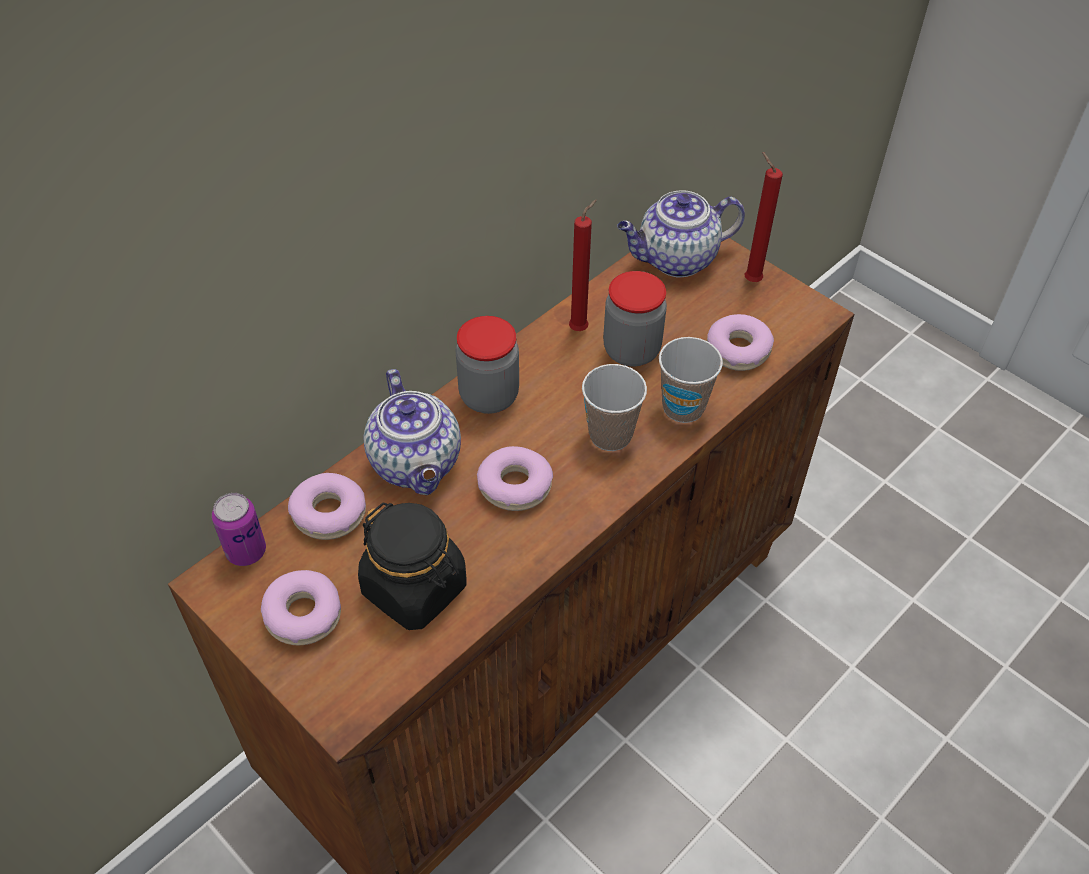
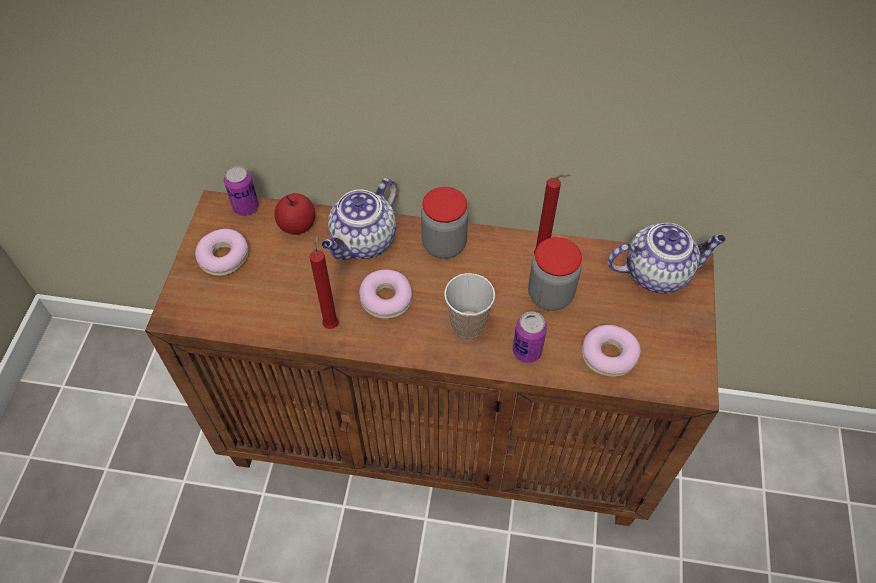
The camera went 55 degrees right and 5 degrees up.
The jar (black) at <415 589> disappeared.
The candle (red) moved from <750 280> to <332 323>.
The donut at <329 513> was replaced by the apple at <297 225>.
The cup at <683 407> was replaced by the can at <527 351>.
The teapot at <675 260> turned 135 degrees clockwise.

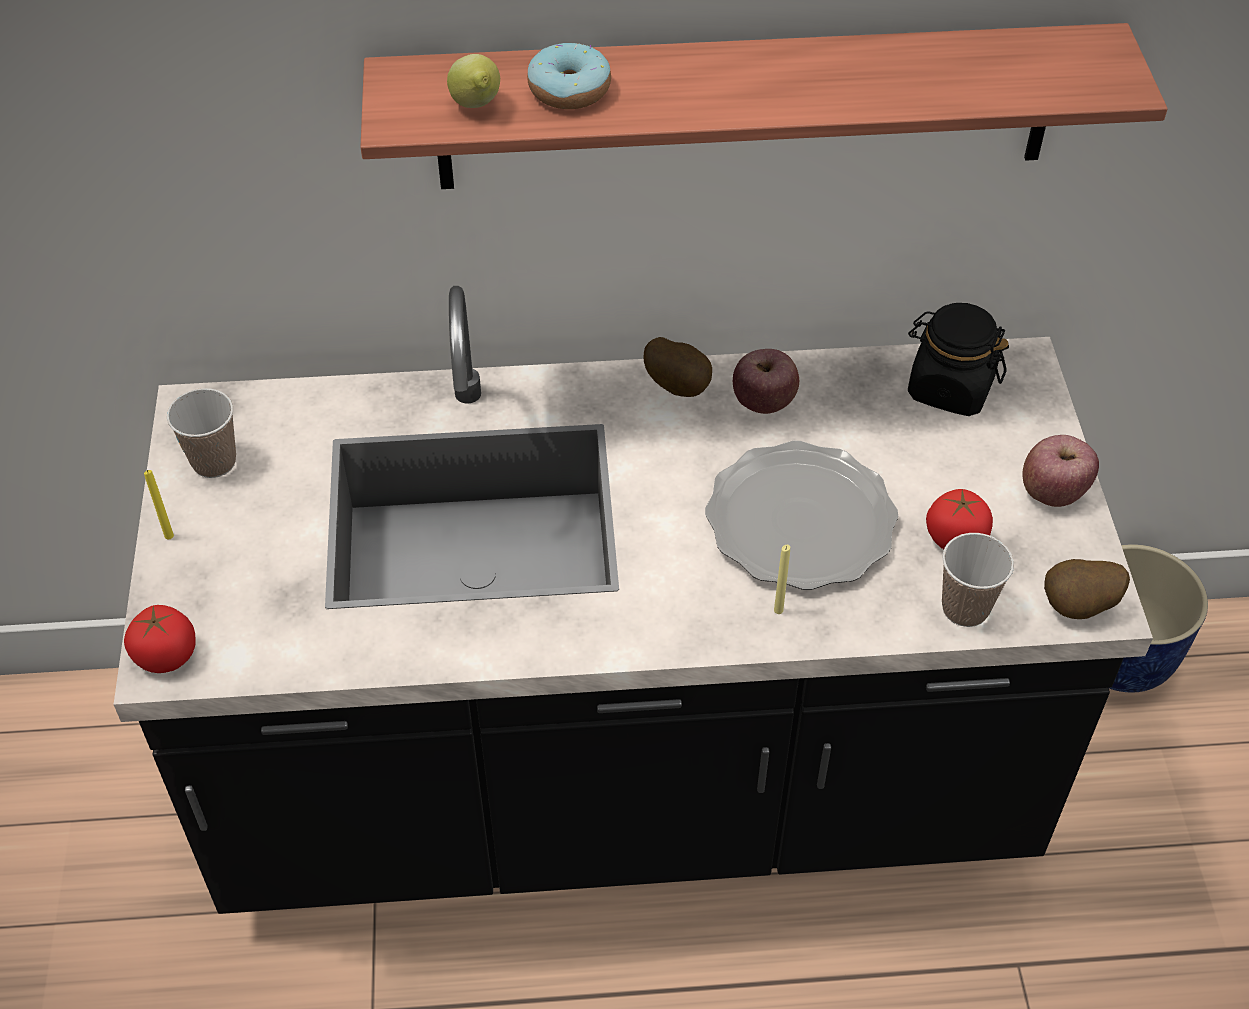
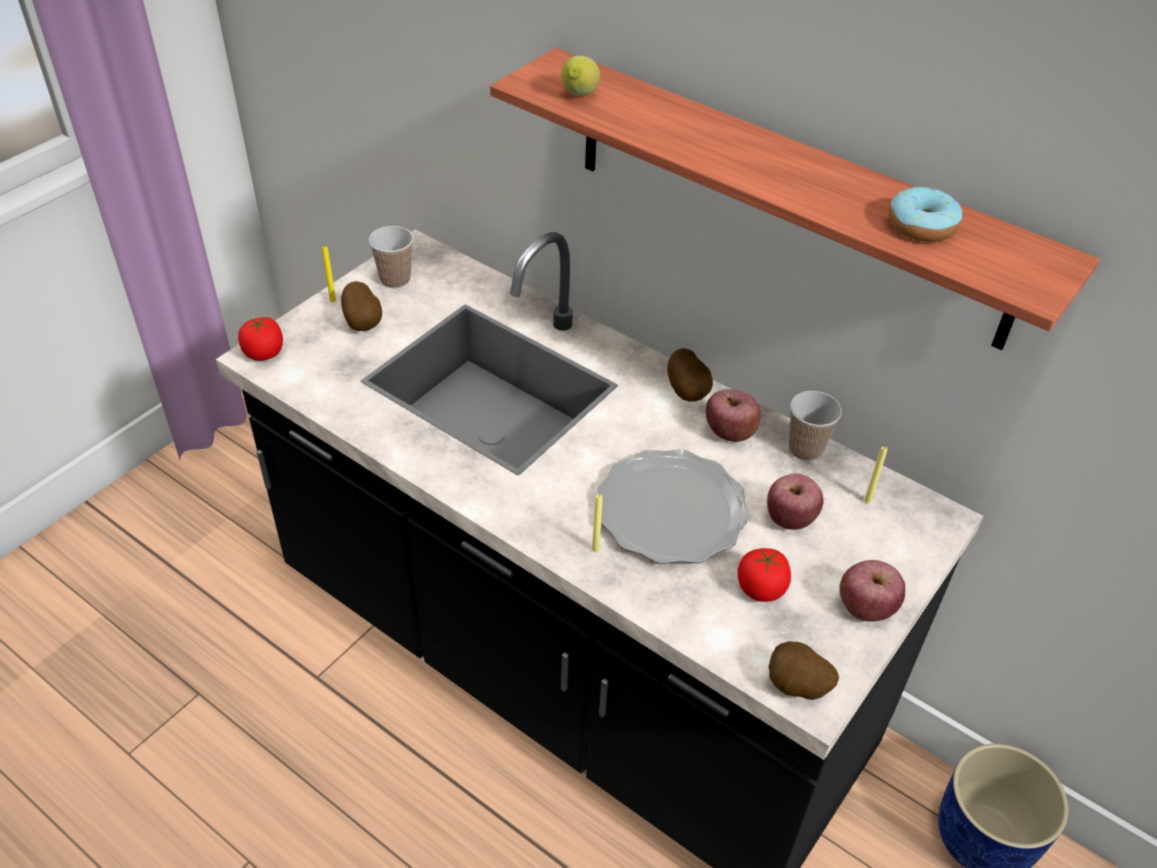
The camera went 40 degrees right and 5 degrees down.
The potato at <364 323> appeared.
The apple at <790 519> appeared.
The donut moved from <569 90> to <921 226>.
The cup moved from <965 608> to <805 449>.
The jar (black) at <949 388> was replaced by the candle (yellow) at <867 501>.

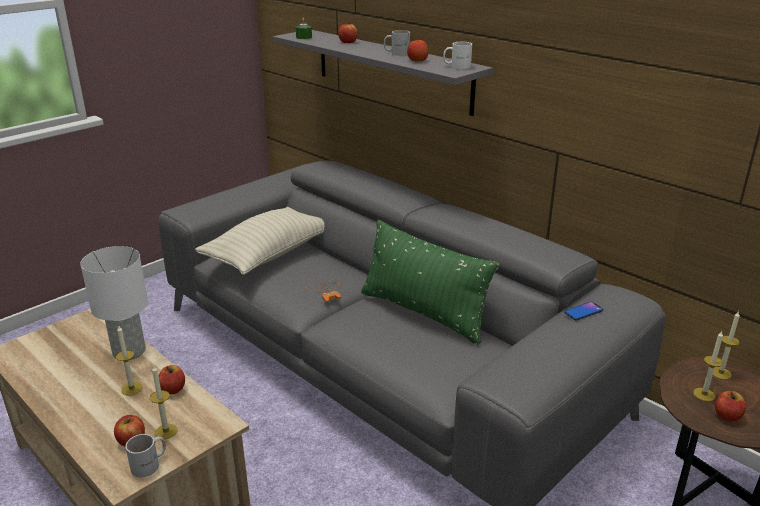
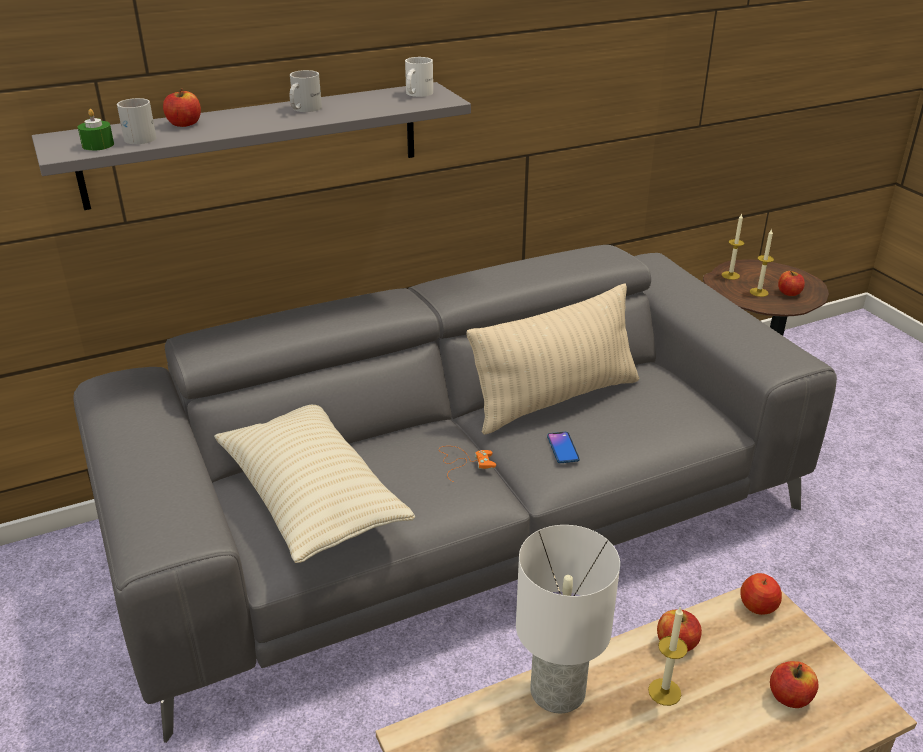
The camera went 70 degrees left and 5 degrees up.
The candle at <166 431> disappeared.
The mug (white) moved from <150 464> to <140 136>.
The apple moved from <417 60> to <758 606>.
The phone moved from <583 311> to <562 448>.
The pillow (green) at <423 313> became the pillow (beige) at <555 399>.

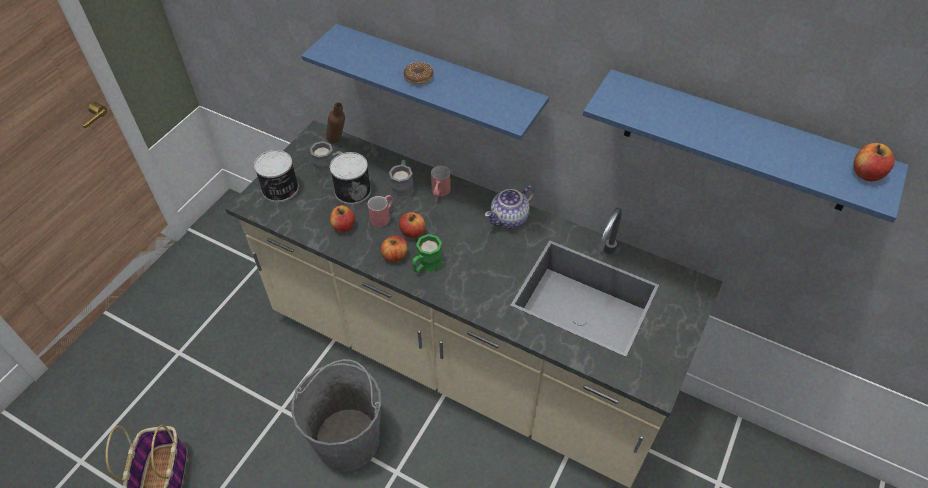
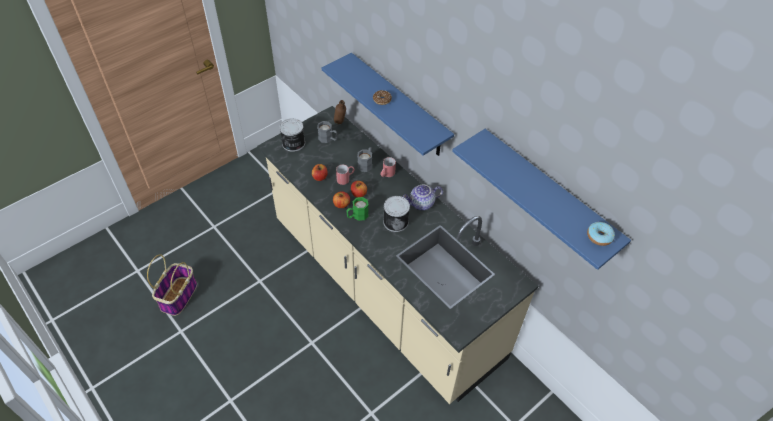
The camera went 20 degrees right and 0 degrees up.
The bucket (grey) at <348 439> disappeared.
The can moved from <352 190> to <396 221>.
The apple at <866 173> was replaced by the donut at <599 237>.

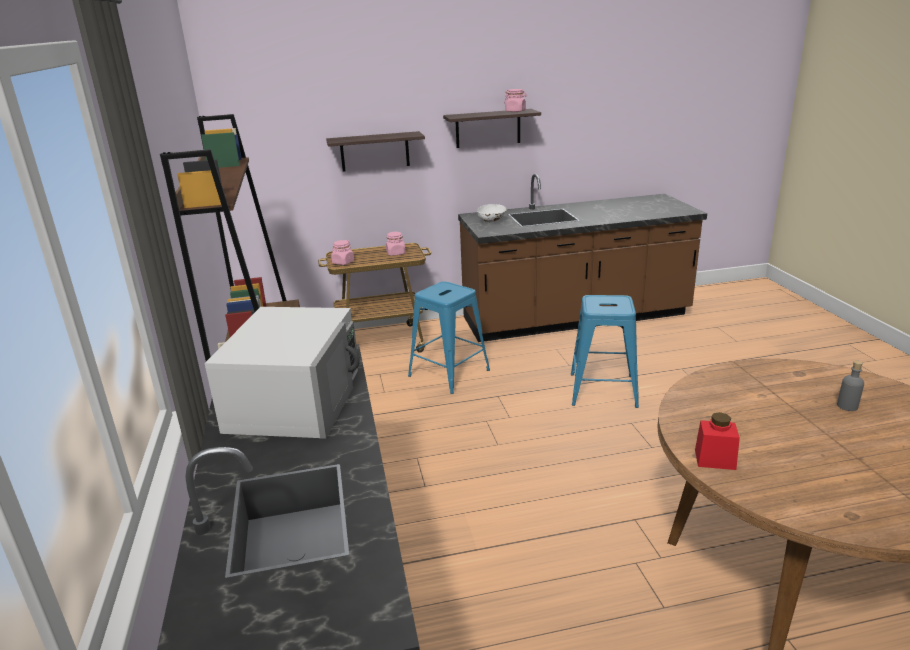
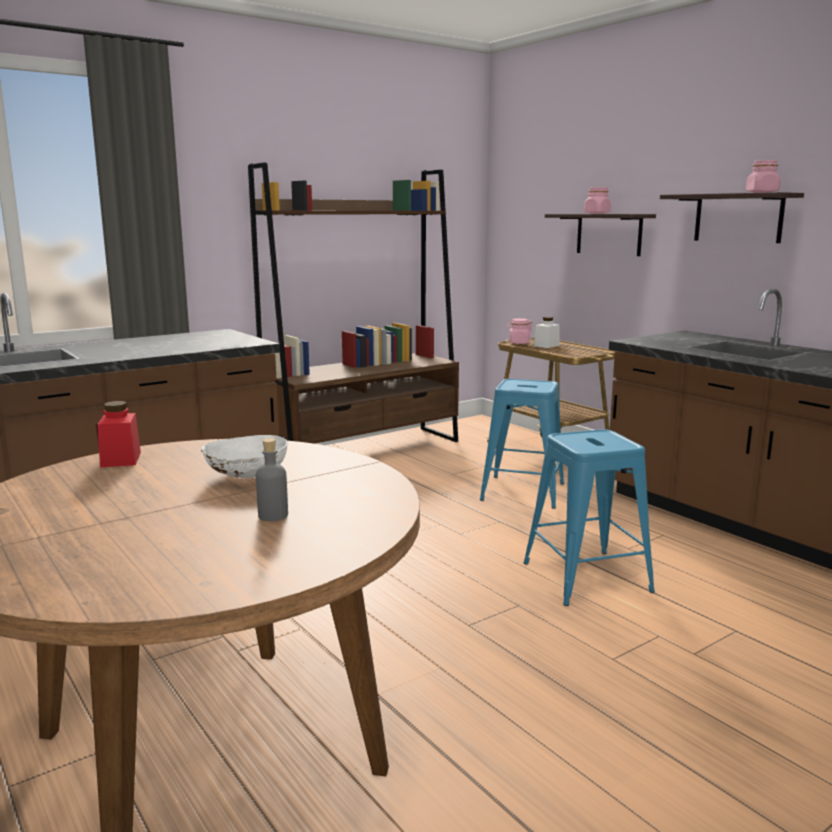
The camera went 65 degrees right and 10 degrees down.
The microwave (white) at <296 399> disappeared.
The jar (white) at <546 345> appeared.
The jar (pink) moved from <396 253> to <596 213>.
The bowl (white) moved from <491 221> to <246 476>.

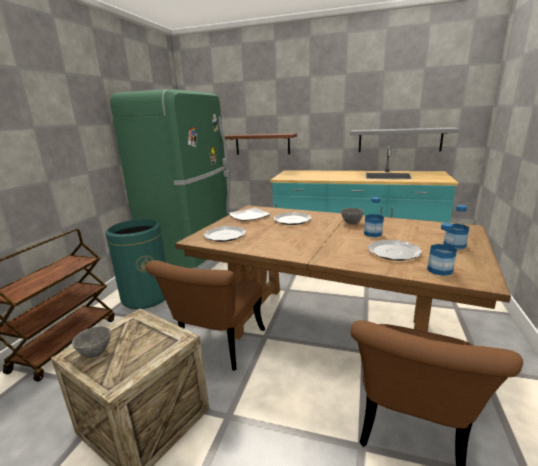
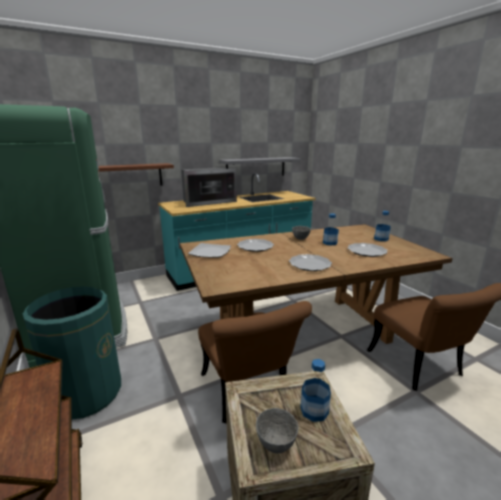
The camera went 45 degrees left and 0 degrees up.
The microwave at <207 202> appeared.
The plate moved from <225 235> to <309 264>.
The bottle moved from <439 270> to <314 410>.

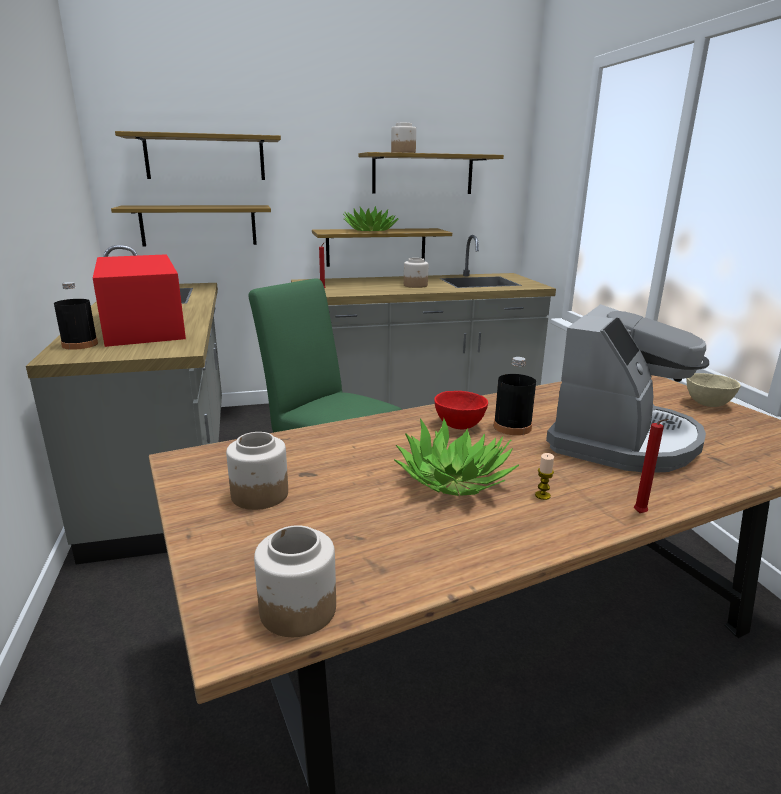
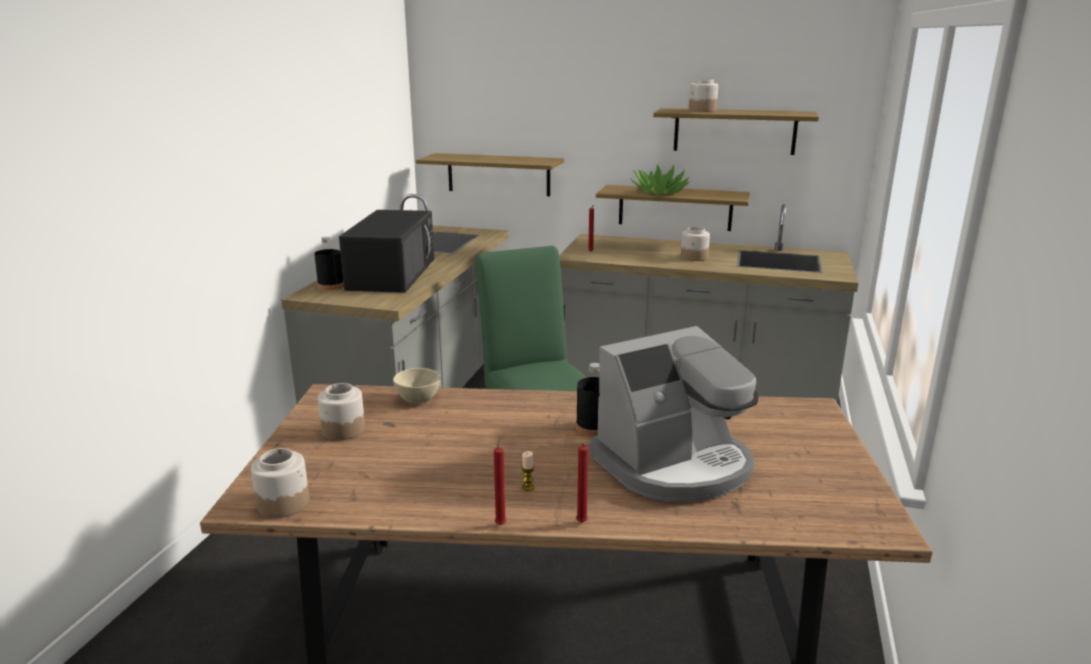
The camera went 30 degrees right and 0 degrees up.
The shelf at <205 158> disappeared.
The potted plant at <454 479> disappeared.
The bowl (red) at <458 425> disappeared.
The candle (red) at <501 524> appeared.
The bowl (beige) moved from <706 404> to <418 399>.
The microwave (red) at <142 325> became the microwave (black) at <392 273>.

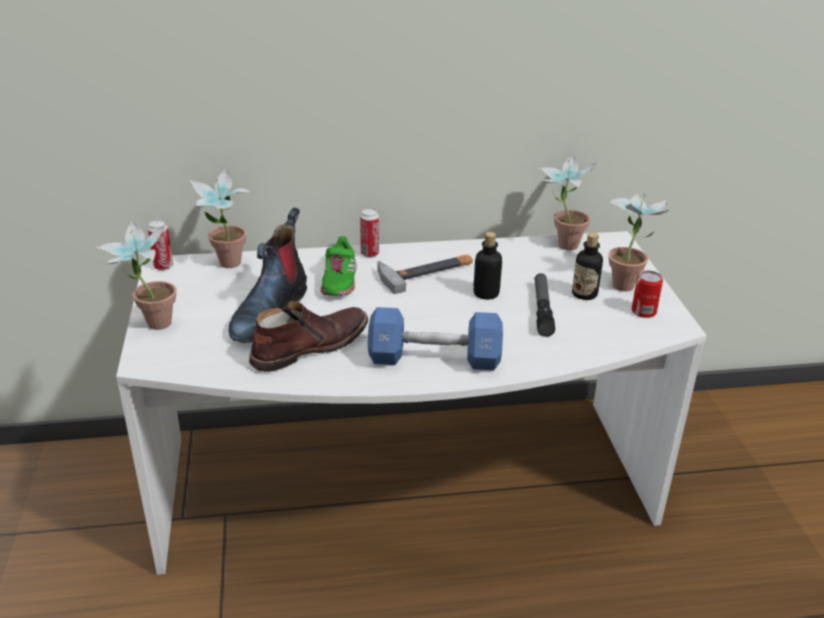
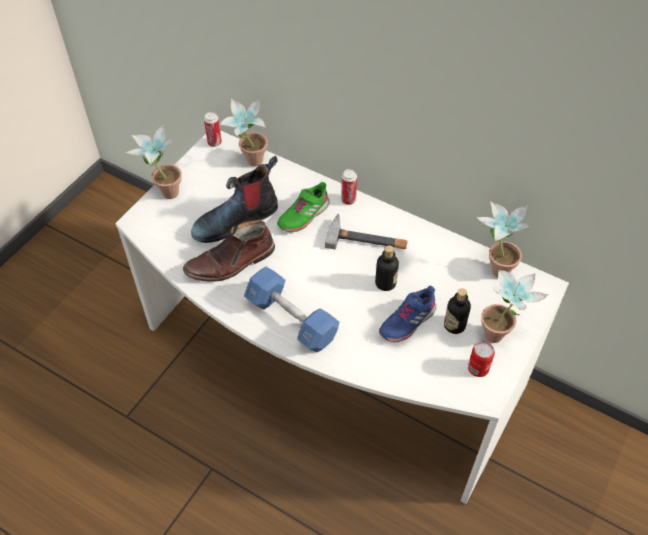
The camera went 40 degrees right and 20 degrees up.
The flashlight at <542 309> was replaced by the shoe (blue) at <407 321>.
The boot (brown) at <309 346> turned 150 degrees clockwise.

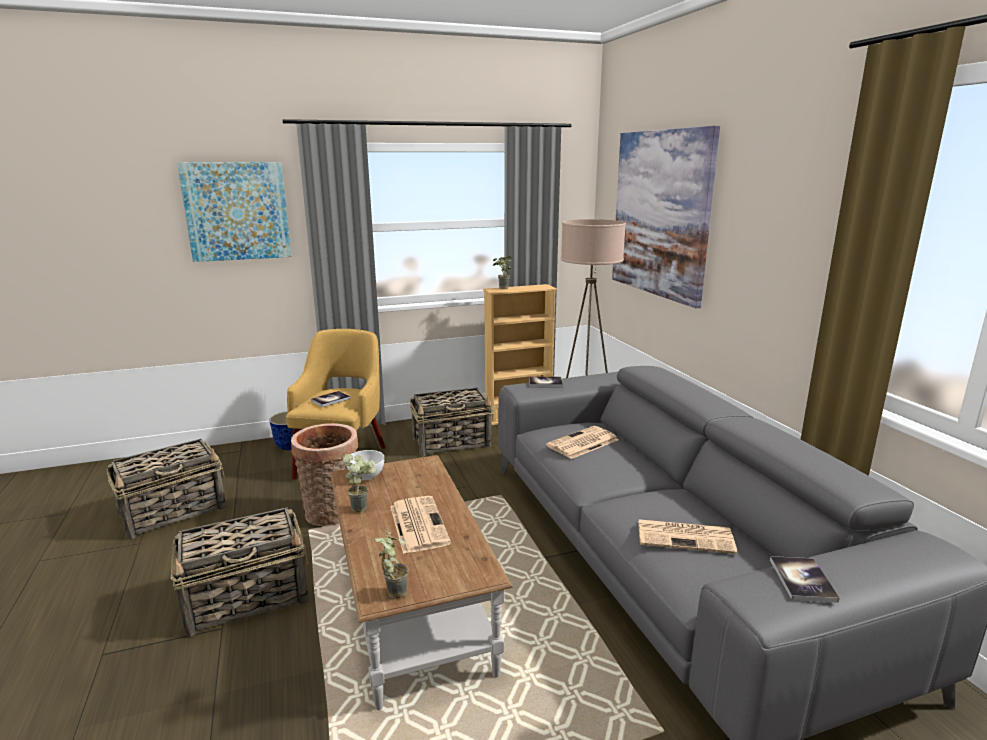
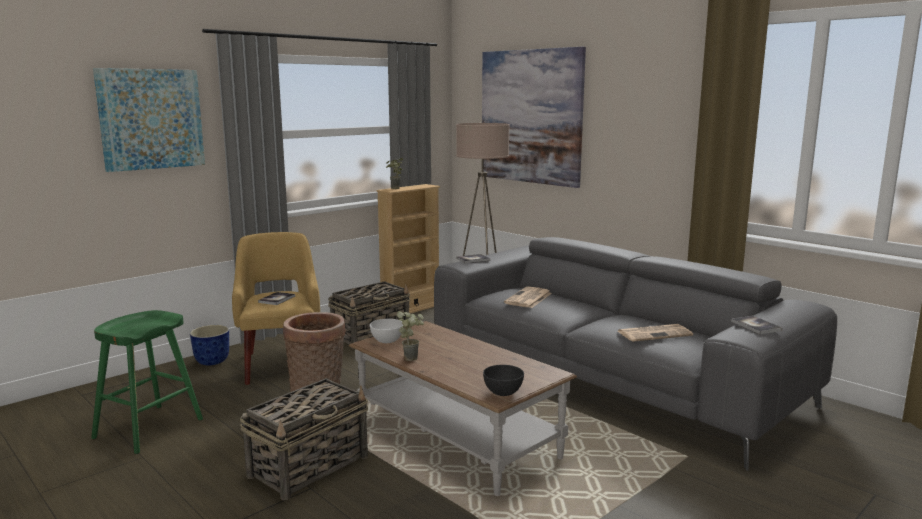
The camera went 25 degrees left and 5 degrees down.
The newspaper at <418 524> disappeared.
The basket at <174 511> was replaced by the stool (green) at <148 429>.
The potted plant at <392 591> was replaced by the bowl (grey) at <502 393>.

